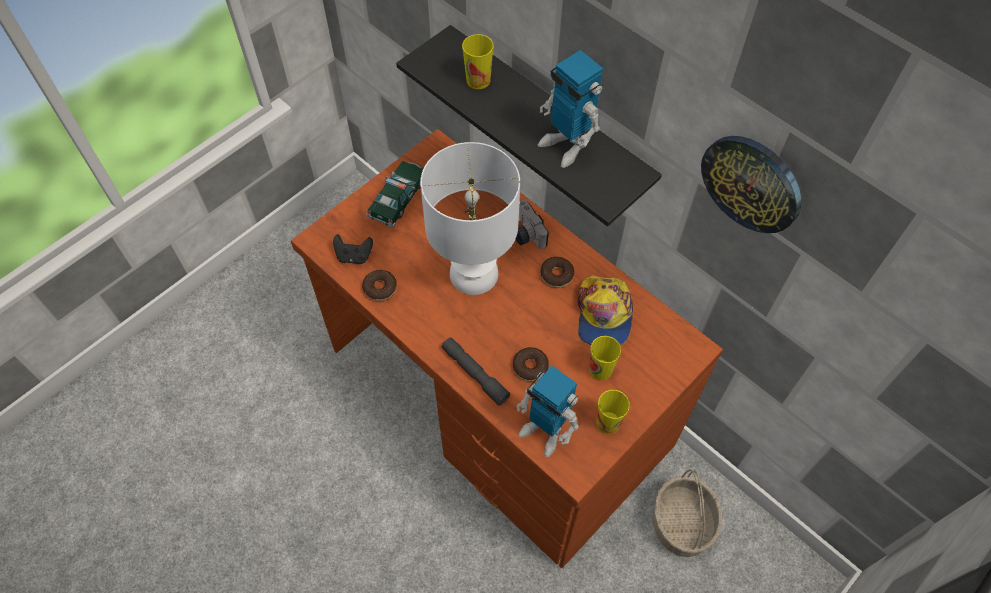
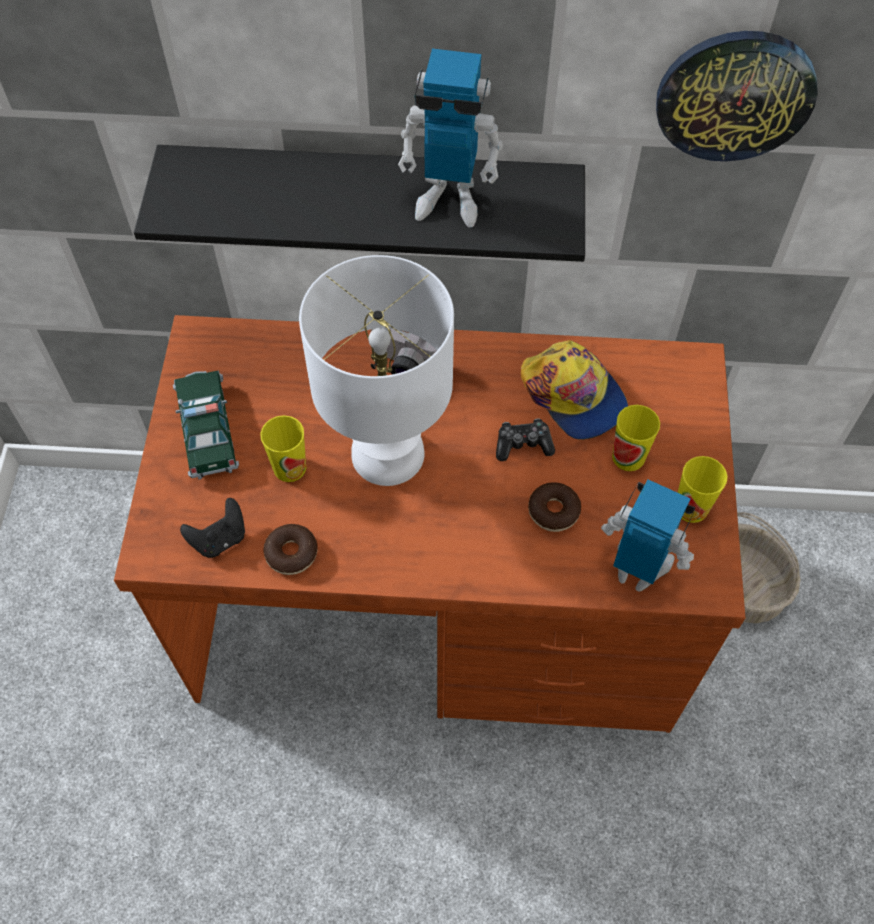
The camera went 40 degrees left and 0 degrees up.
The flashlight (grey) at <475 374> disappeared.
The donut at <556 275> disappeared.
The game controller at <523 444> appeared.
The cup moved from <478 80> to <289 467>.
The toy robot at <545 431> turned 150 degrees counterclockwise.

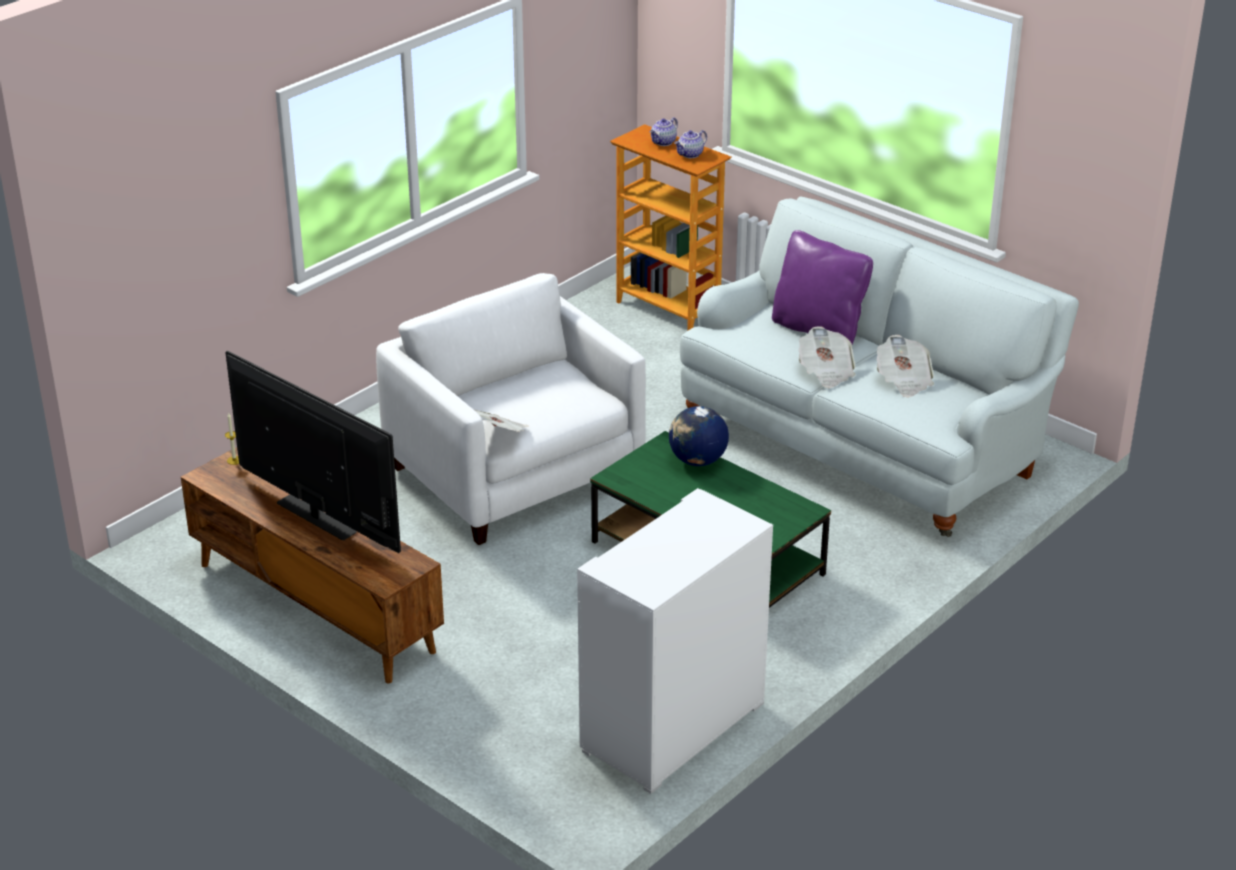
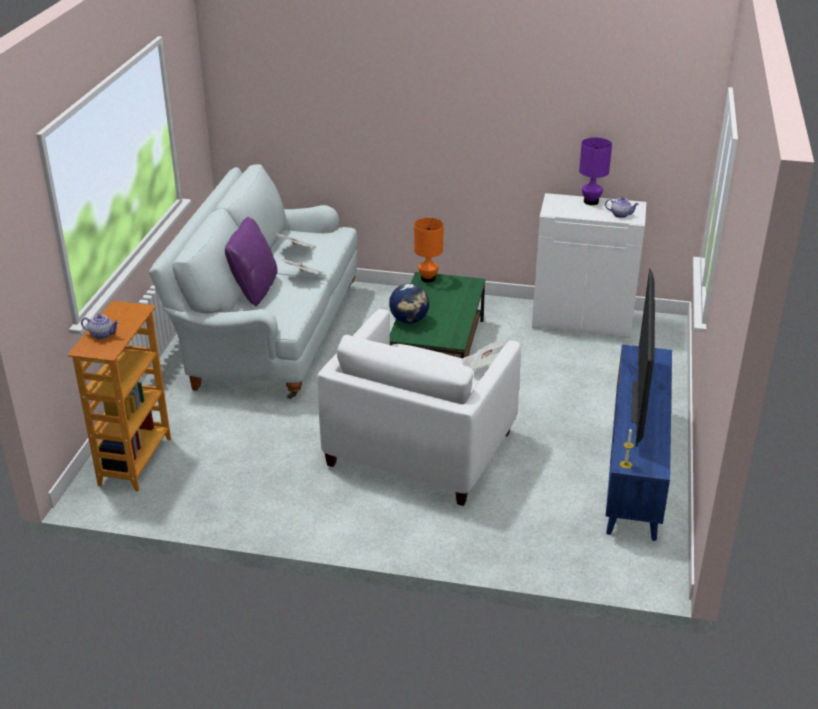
The camera went 120 degrees left and 0 degrees up.
The table lamp (orange) at <428 279> appeared.
The table lamp (purple) at <591 201> appeared.
The teapot moved from <690 155> to <620 215>.
The tv stand (brown) at <314 607> became the tv stand (blue) at <635 470>.

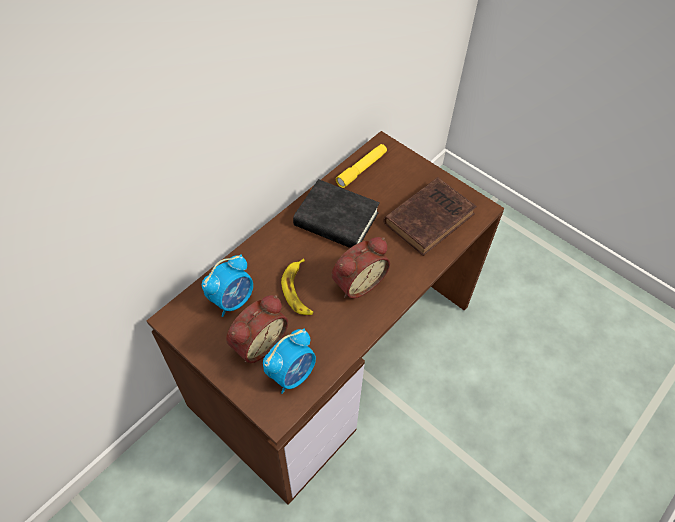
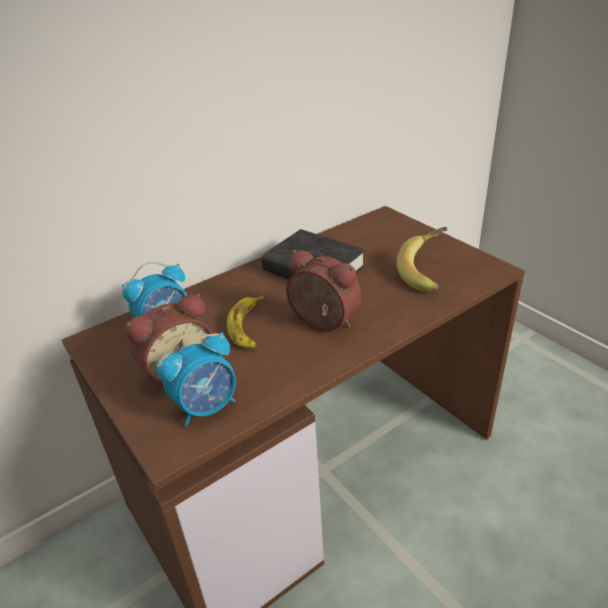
The camera went 15 degrees right and 20 degrees down.
The flashlight (yellow) at <362 169> disappeared.
The book (brown) at <430 217> was replaced by the banana at <428 273>.
The alarm clock at <357 282> turned 120 degrees counterclockwise.

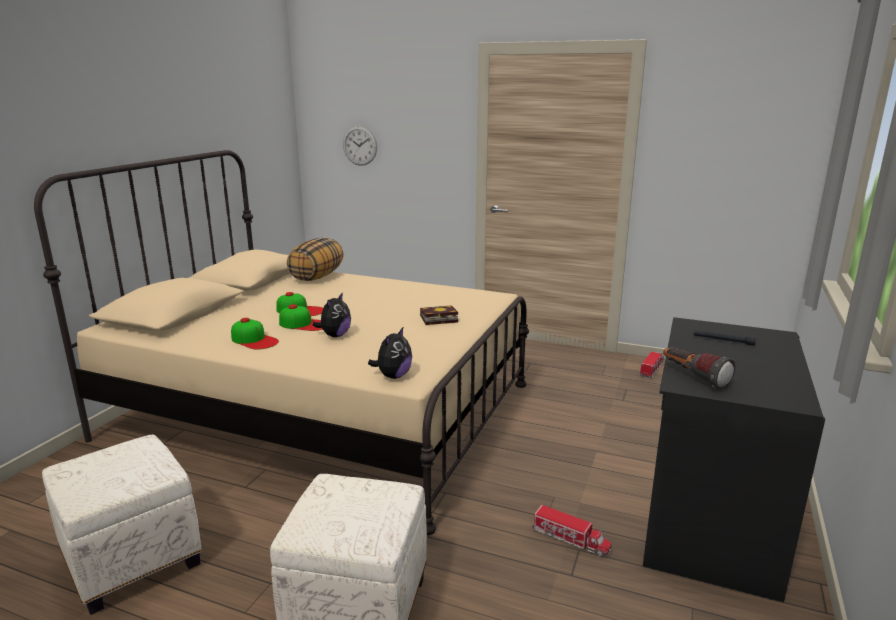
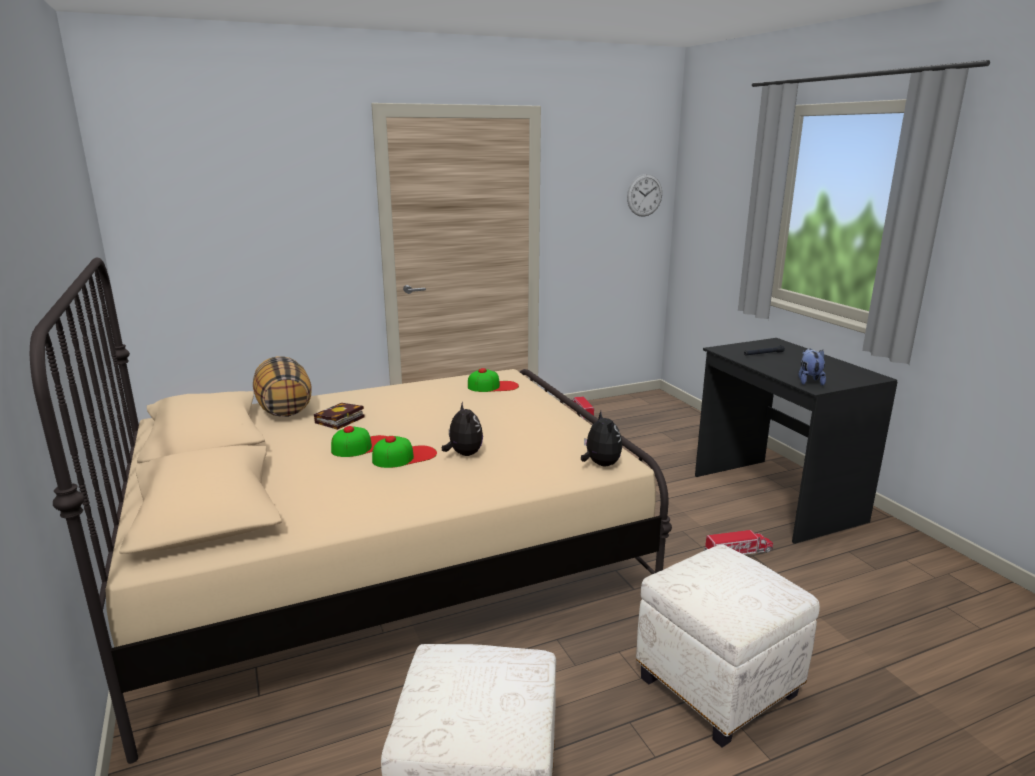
The camera went 45 degrees left and 0 degrees up.
The cap moved from <254 340> to <493 386>.
The wall clock moved from <360 145> to <644 195>.
The book moved from <437 319> to <339 421>.
The flashlight at <693 378> was replaced by the plush toy at <809 381>.

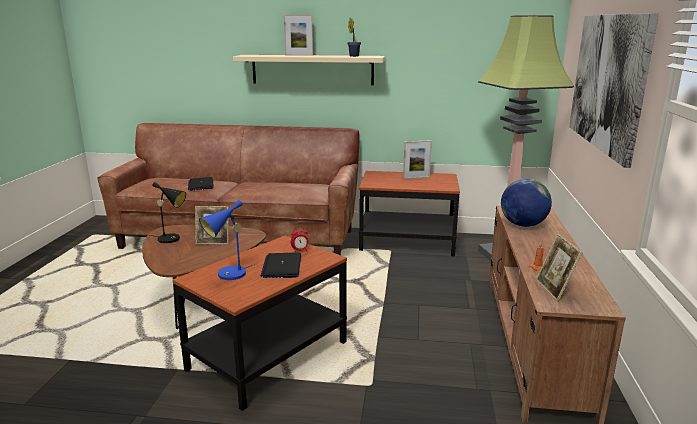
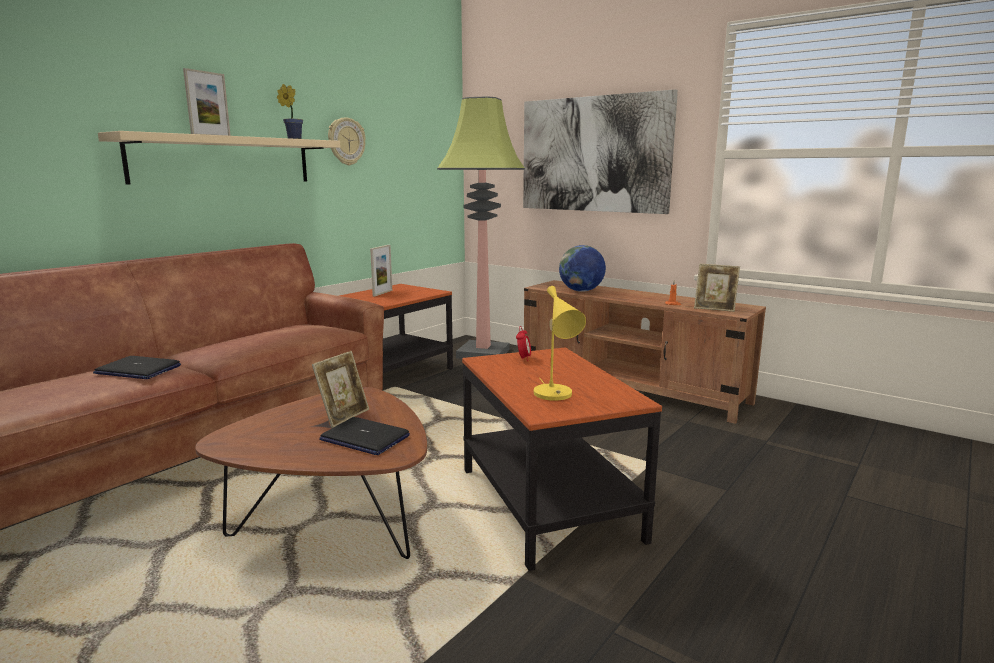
The camera went 60 degrees left and 5 degrees down.
The table lamp (black) at <172 239> disappeared.
The wall clock at <346 141> appeared.
The laptop moved from <282 266> to <364 438>.
The table lamp (blue) at <228 275> became the table lamp (yellow) at <556 395>.

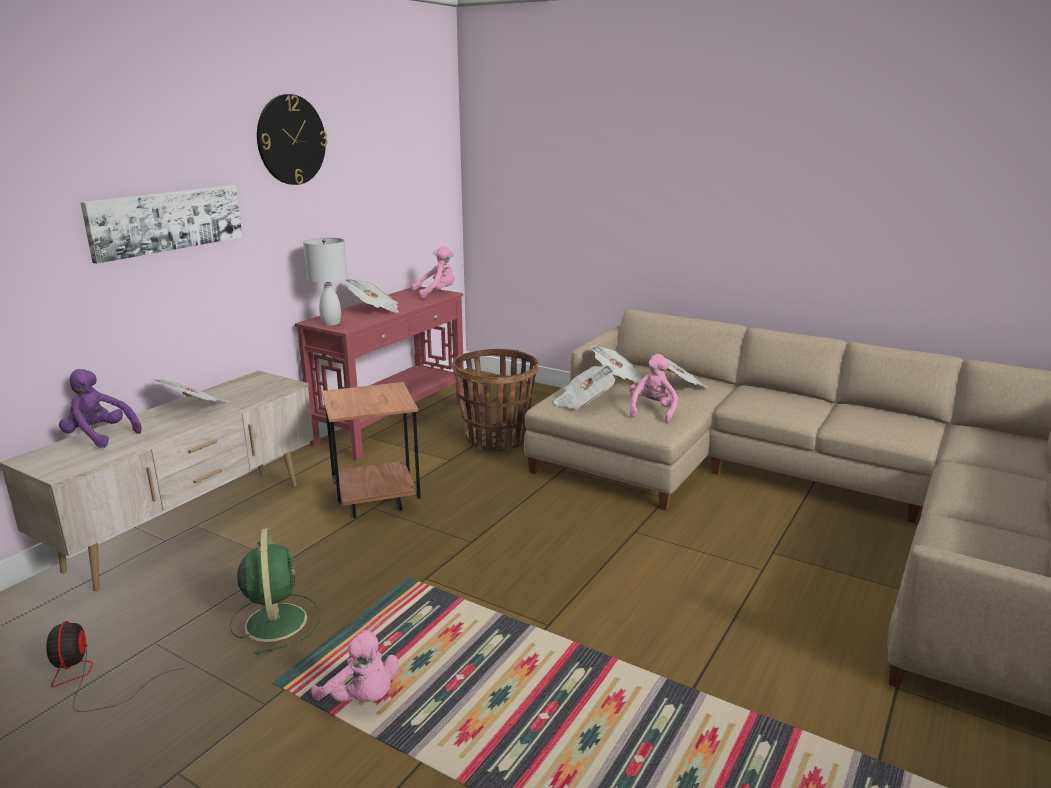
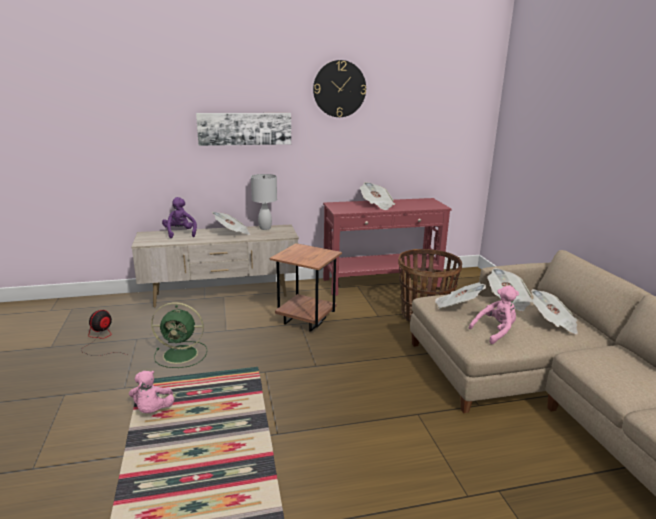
The camera went 45 degrees right and 0 degrees up.
The plush toy (pink) at <437 293> disappeared.
The table lamp (white) moved from <331 323> to <265 228>.
The fan (green) at <276 620> turned 60 degrees clockwise.

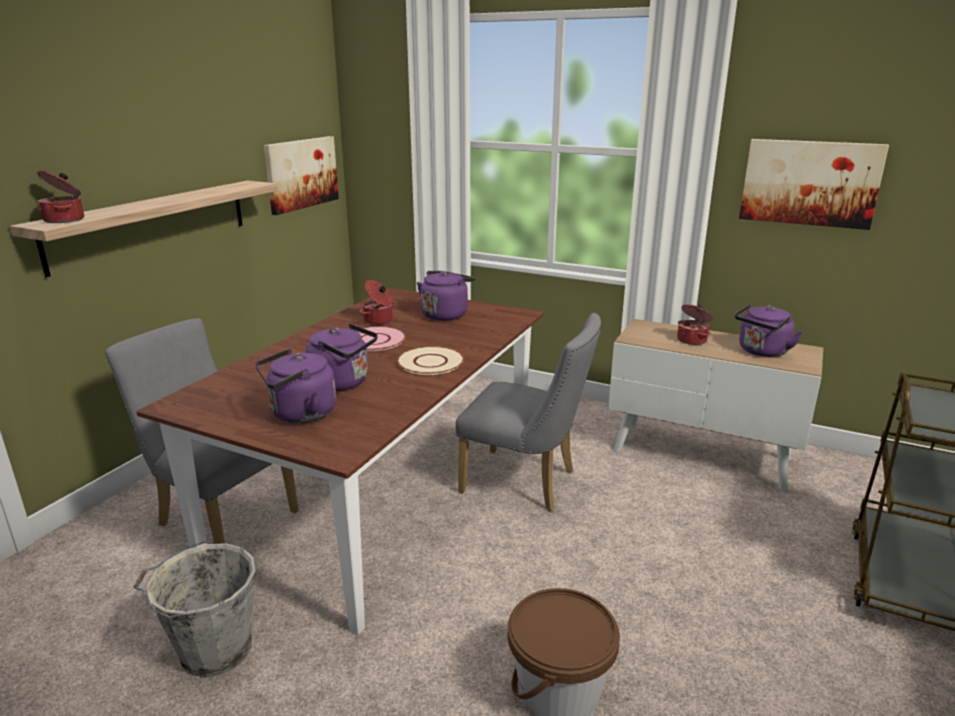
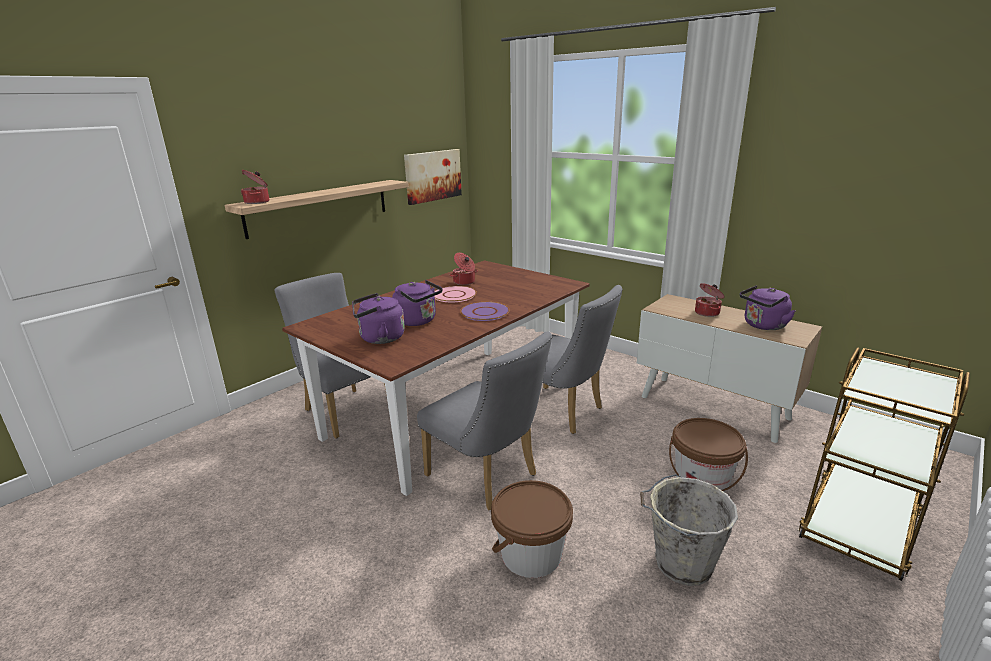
The camera went 15 degrees right and 0 degrees up.
The kettle (purple) at <446 314> disappeared.
The picture at <809 183> disappeared.
The chair (grey) at <487 478> appeared.
The bucket (brown) at <702 479> appeared.
The bucket (grey) moved from <213 650> to <680 563>.
The plate (beige) at <431 362> became the plate (purple) at <485 312>.

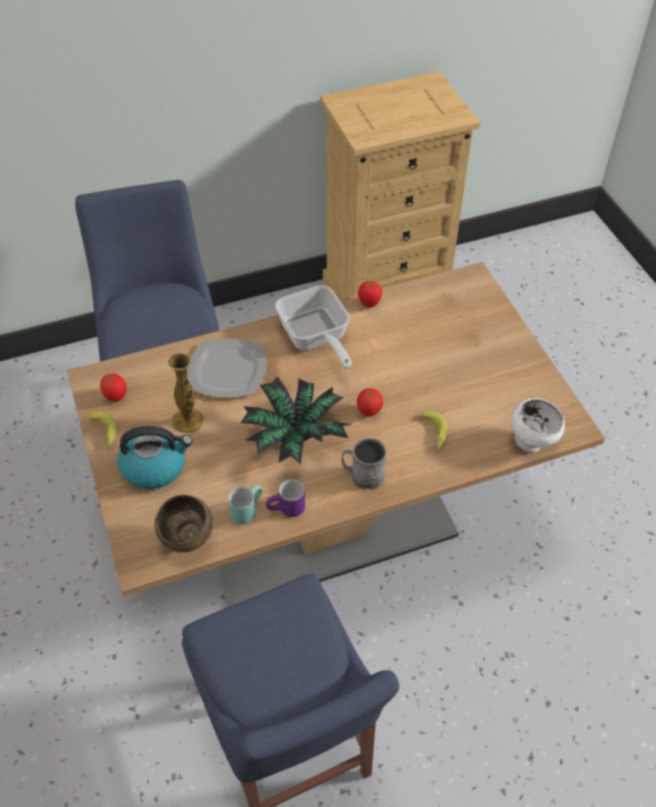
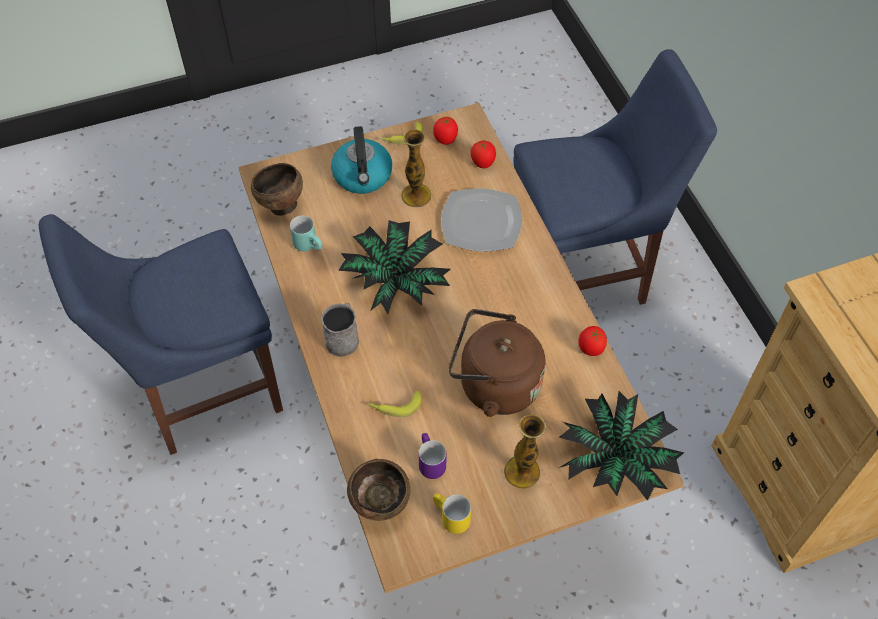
The camera went 90 degrees right and 5 degrees up.
The frying pan at <315 339> disappeared.
The mug (yellow) at <449 519> appeared.
The kettle (brown) at <494 385> appeared.
The vase at <521 472> appeared.
The potted plant at <616 461> appeared.
The mug (purple) moved from <287 510> to <428 462>.
The tomato moved from <368 412> to <483 164>.
The bowl (white) at <531 441> became the bowl (brown) at <381 504>.

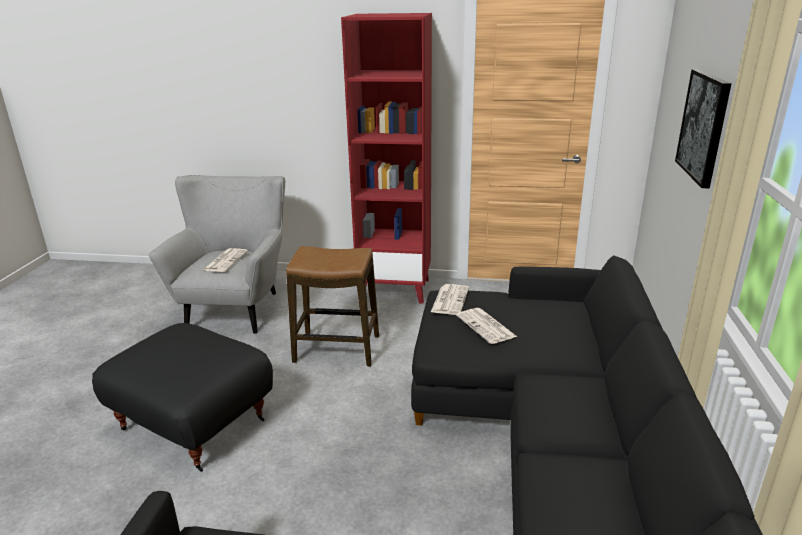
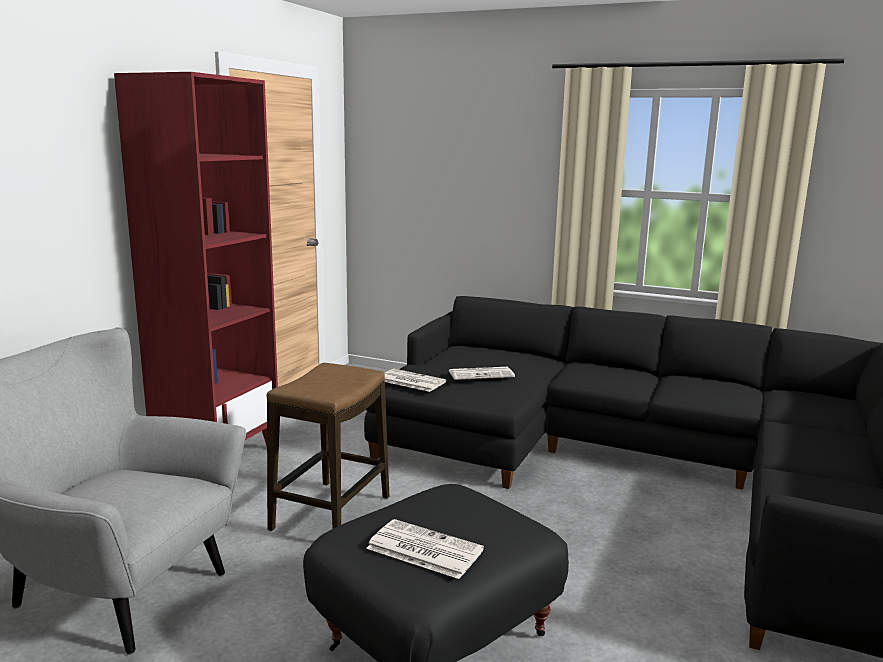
The camera went 75 degrees left and 10 degrees down.
The picture at <704 126> disappeared.
The newspaper moved from <225 260> to <423 549>.

